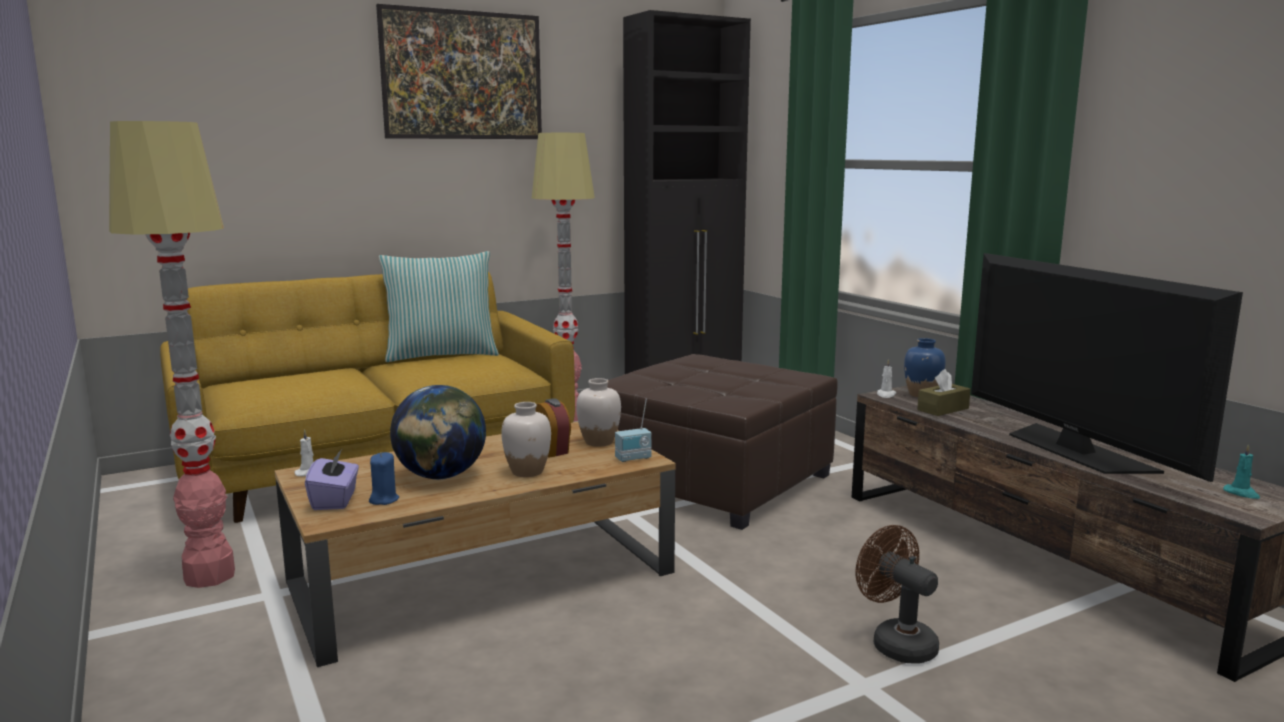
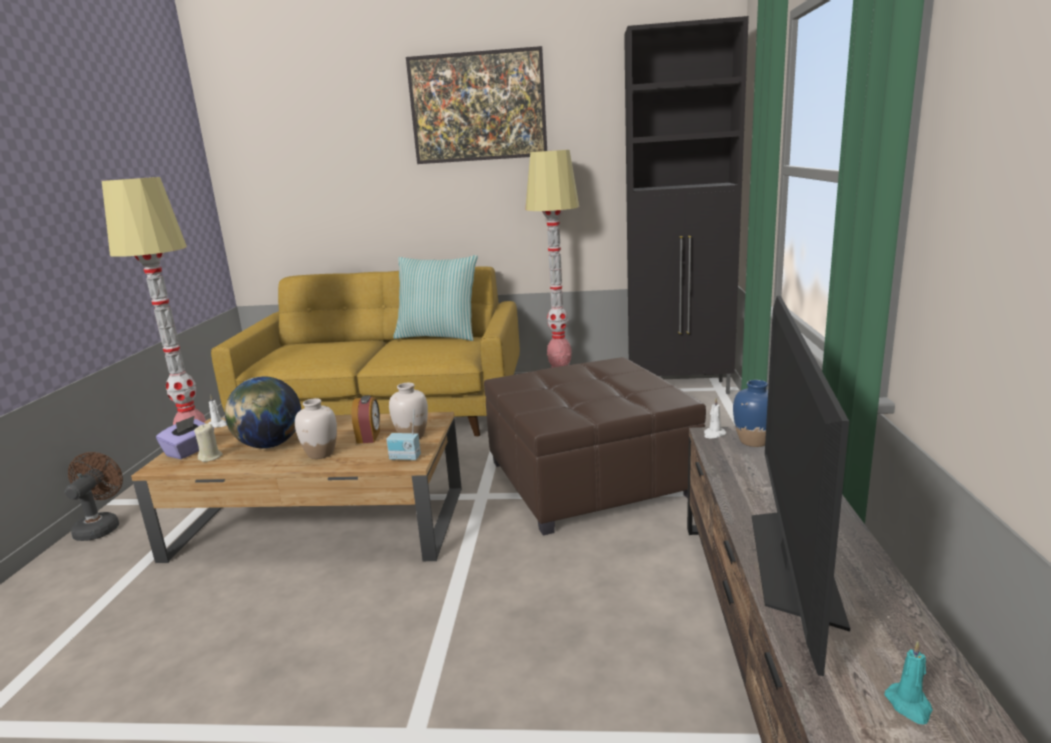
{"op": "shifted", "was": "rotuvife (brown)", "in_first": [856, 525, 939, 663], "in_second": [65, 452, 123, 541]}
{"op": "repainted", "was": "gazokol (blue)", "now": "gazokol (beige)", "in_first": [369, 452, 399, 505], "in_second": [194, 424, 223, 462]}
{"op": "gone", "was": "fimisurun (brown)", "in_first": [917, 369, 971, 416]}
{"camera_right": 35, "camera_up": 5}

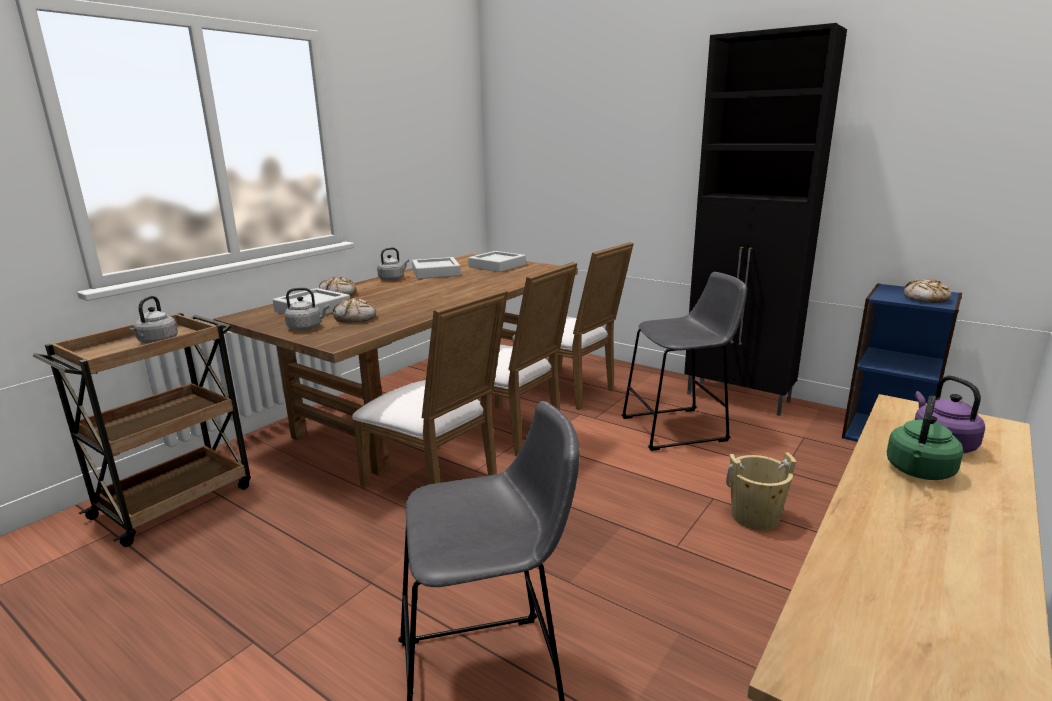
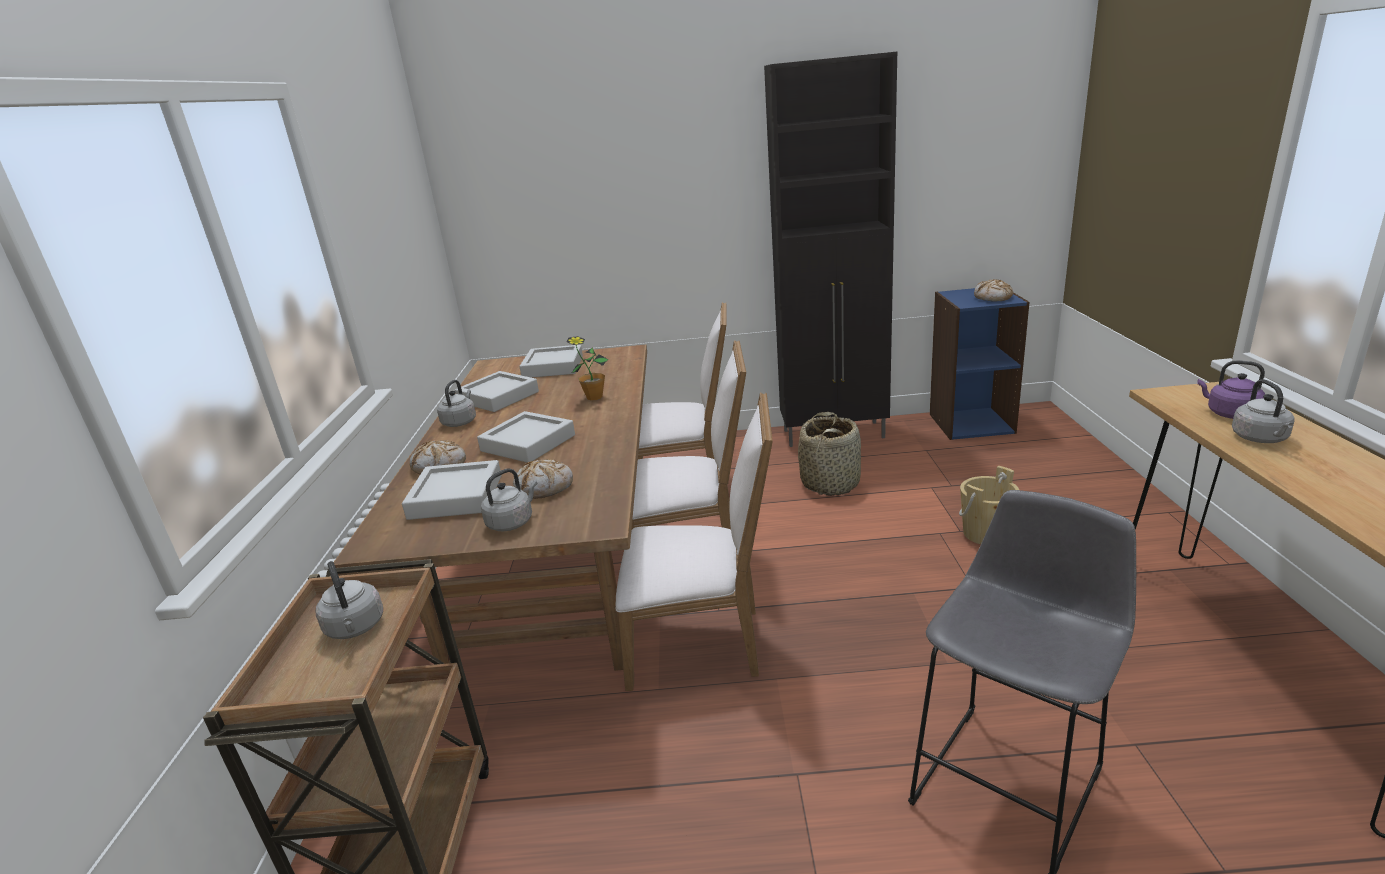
{"op": "new", "now": "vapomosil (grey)", "in_second": [477, 411, 575, 463]}
{"op": "new", "now": "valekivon", "in_second": [567, 336, 608, 401]}
{"op": "swapped", "was": "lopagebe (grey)", "now": "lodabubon", "in_first": [622, 272, 747, 451], "in_second": [798, 412, 861, 496]}
{"op": "repainted", "was": "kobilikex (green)", "now": "kobilikex (grey)", "in_first": [887, 396, 963, 480], "in_second": [1232, 379, 1295, 443]}
{"camera_right": -35, "camera_up": 5}

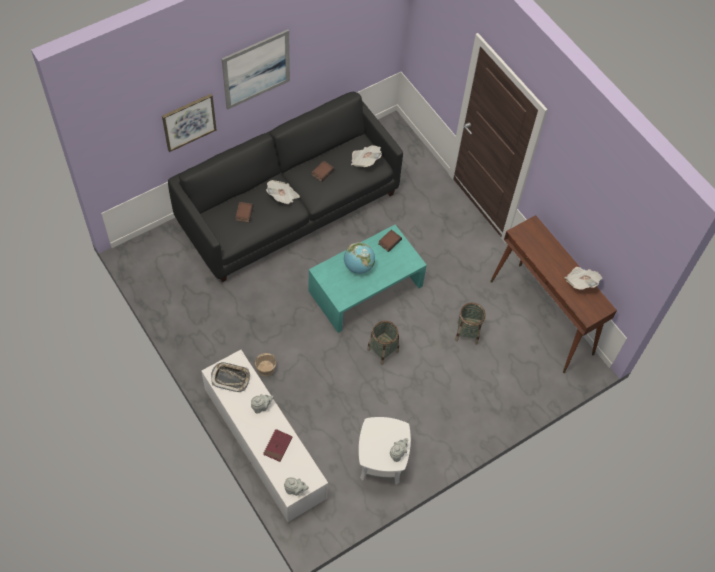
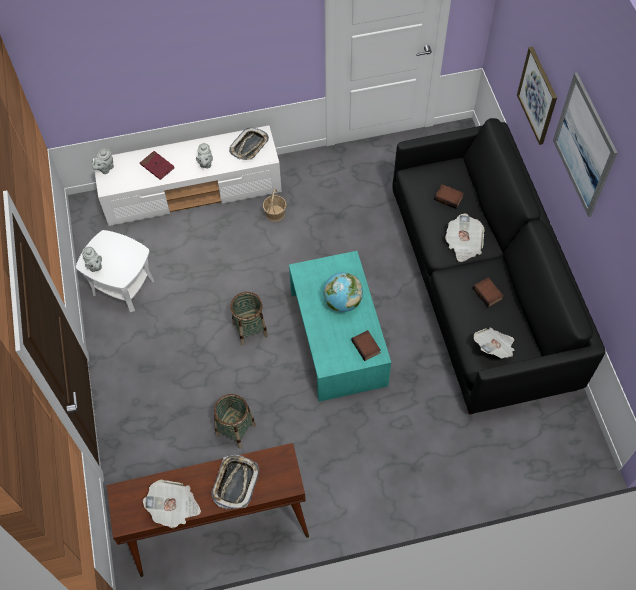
{"op": "new", "now": "vapomosil", "in_second": [211, 455, 259, 509]}
{"camera_right": 115, "camera_up": 0}

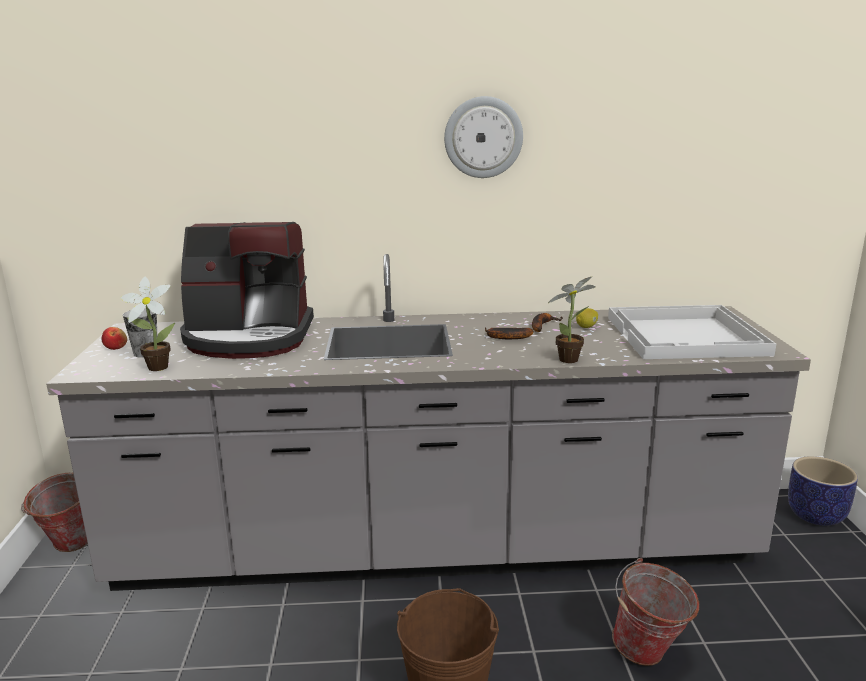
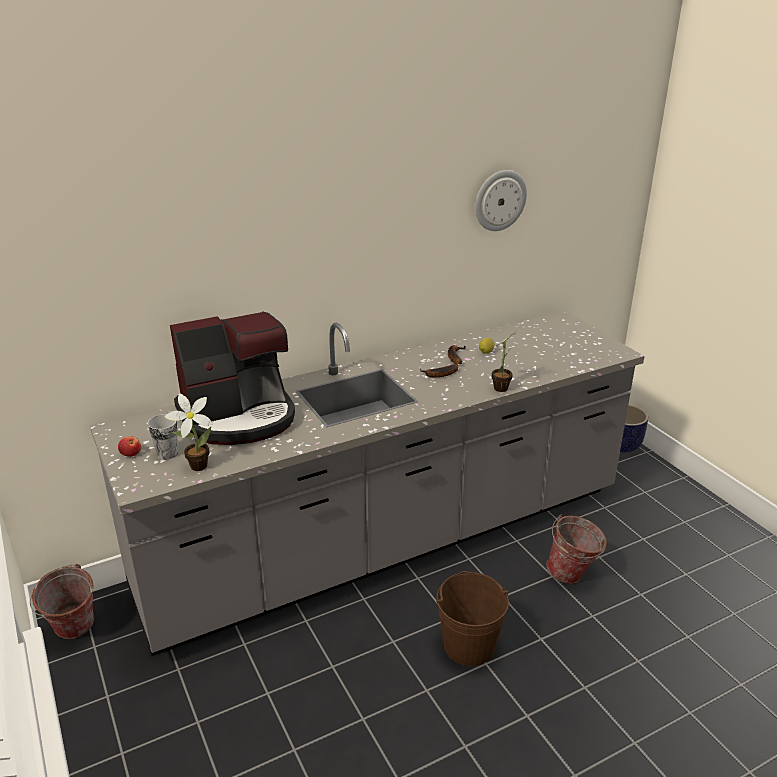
{"op": "shifted", "was": "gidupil", "in_first": [444, 96, 523, 178], "in_second": [475, 170, 527, 231]}
{"op": "gone", "was": "vapomosil (white)", "in_first": [608, 305, 776, 359]}
{"camera_right": -25, "camera_up": 10}

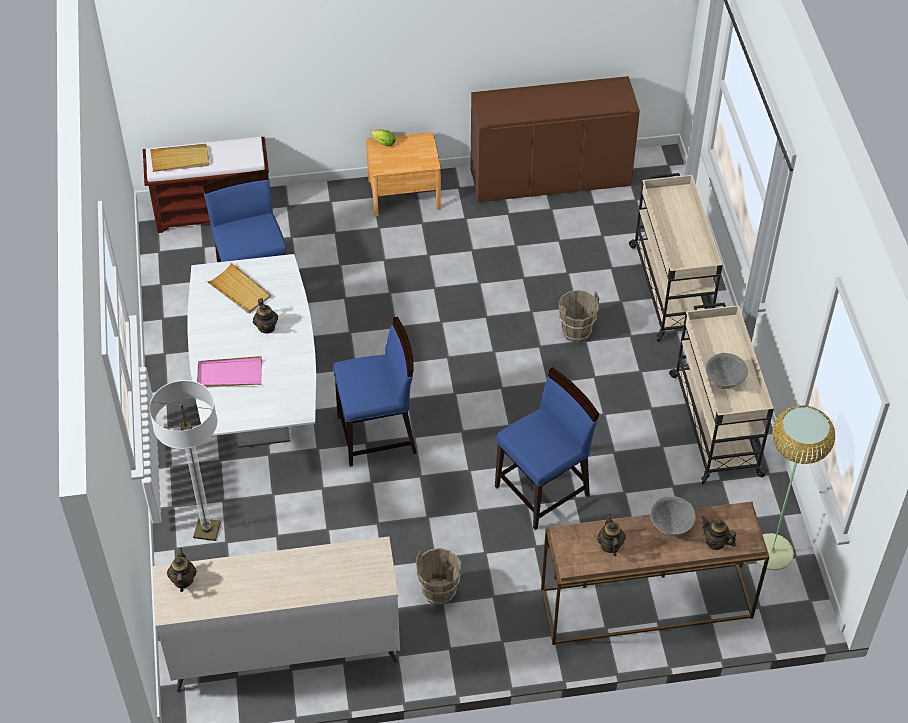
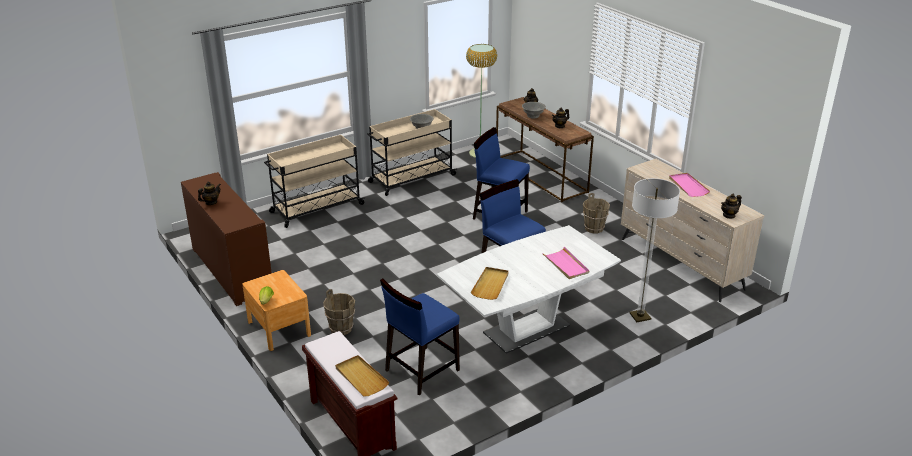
{"op": "shifted", "was": "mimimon", "in_first": [253, 298, 278, 334], "in_second": [198, 181, 221, 205]}
{"op": "shifted", "was": "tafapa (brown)", "in_first": [558, 290, 599, 343], "in_second": [323, 289, 355, 335]}
{"op": "new", "now": "vapomosil (pink)", "in_second": [669, 173, 710, 197]}
{"camera_right": -115, "camera_up": -20}

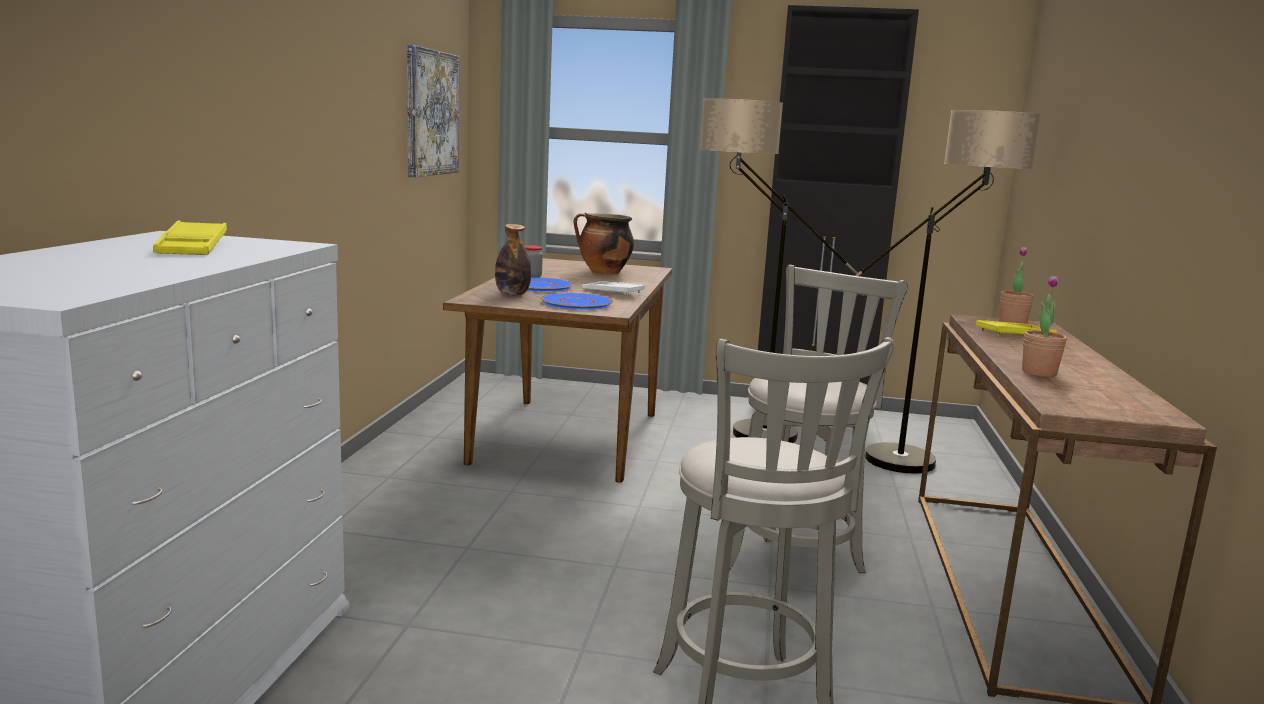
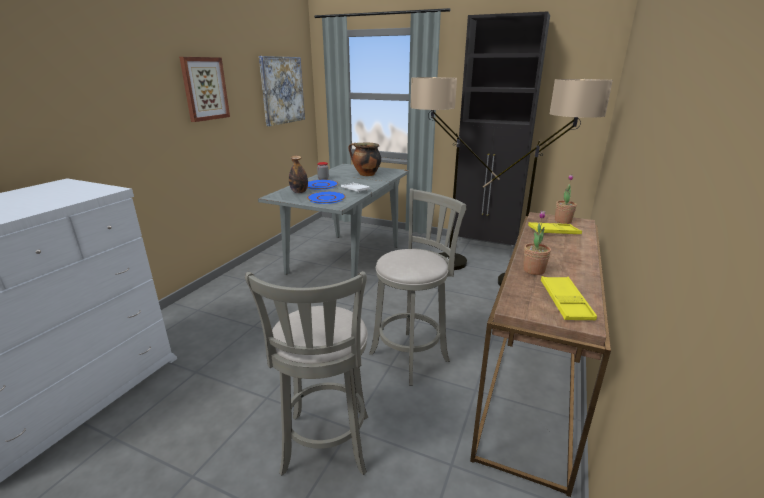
{"op": "new", "now": "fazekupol", "in_second": [179, 57, 230, 122]}
{"op": "repainted", "was": "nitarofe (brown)", "now": "nitarofe (grey)", "in_first": [443, 258, 672, 482], "in_second": [258, 164, 409, 278]}
{"op": "shifted", "was": "vapomosil (yellow)", "in_first": [153, 220, 227, 255], "in_second": [541, 276, 597, 320]}
{"camera_right": 15, "camera_up": 10}

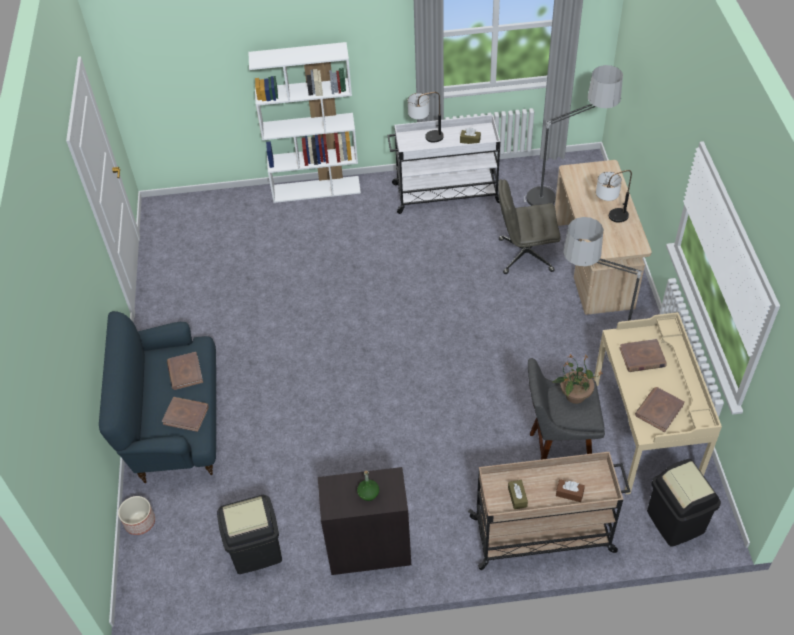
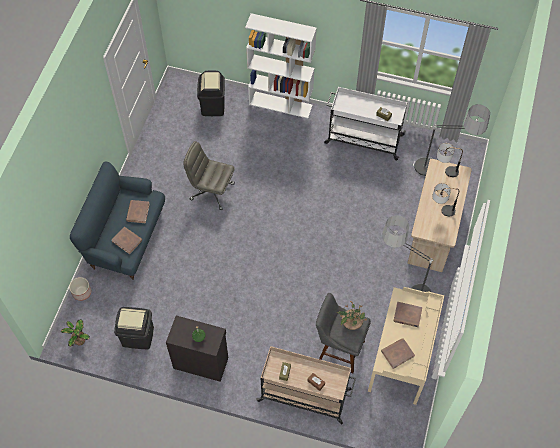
{"op": "new", "now": "valekivon", "in_second": [61, 319, 90, 347]}
{"op": "shifted", "was": "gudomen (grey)", "in_first": [498, 179, 561, 274], "in_second": [183, 141, 235, 210]}
{"op": "shifted", "was": "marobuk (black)", "in_first": [647, 459, 721, 547], "in_second": [197, 70, 225, 116]}
{"op": "shifted", "was": "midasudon", "in_first": [408, 92, 444, 143], "in_second": [437, 143, 463, 177]}
{"camera_right": 20, "camera_up": 10}

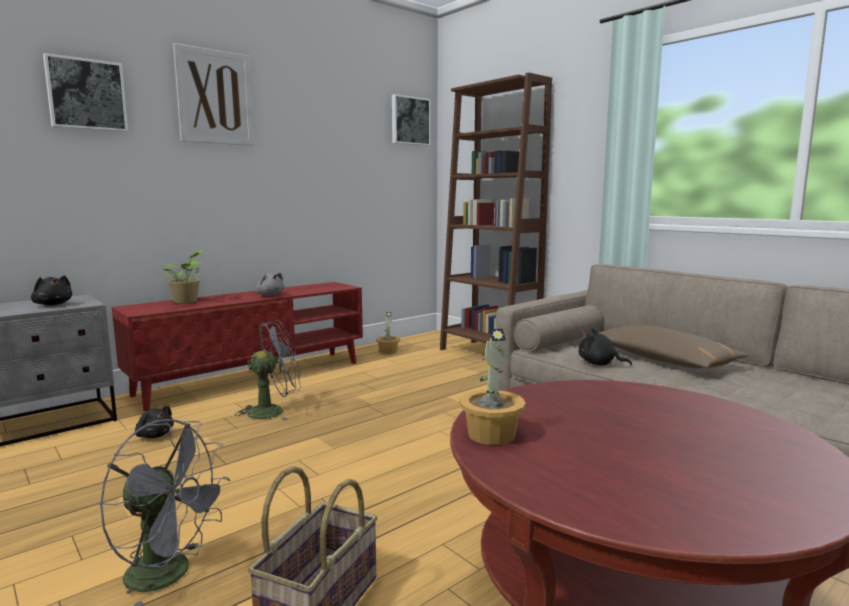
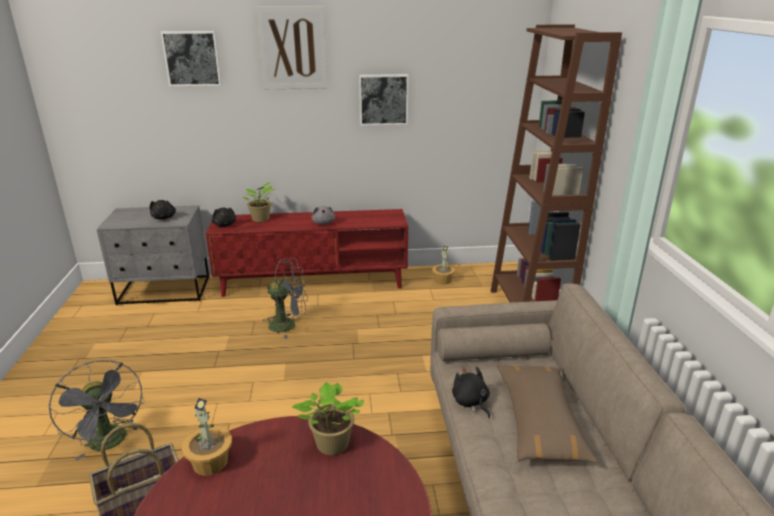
{"op": "shifted", "was": "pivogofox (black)", "in_first": [135, 406, 174, 438], "in_second": [212, 208, 236, 227]}
{"op": "new", "now": "valekivon", "in_second": [292, 382, 364, 455]}
{"op": "shifted", "was": "fazekupol", "in_first": [392, 94, 431, 146], "in_second": [359, 74, 409, 126]}
{"camera_right": 35, "camera_up": 15}

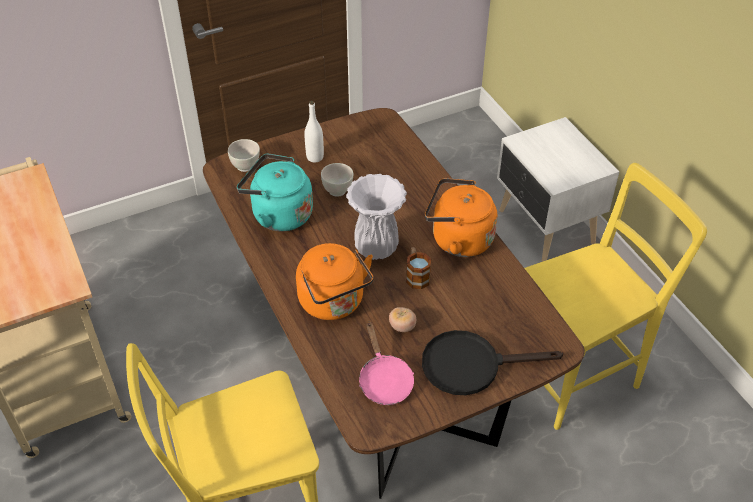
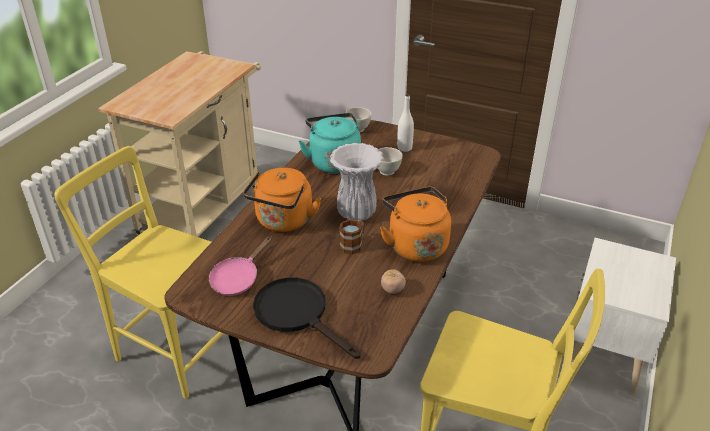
{"op": "shifted", "was": "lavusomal", "in_first": [389, 307, 416, 332], "in_second": [381, 269, 406, 294]}
{"camera_right": 50, "camera_up": -10}

